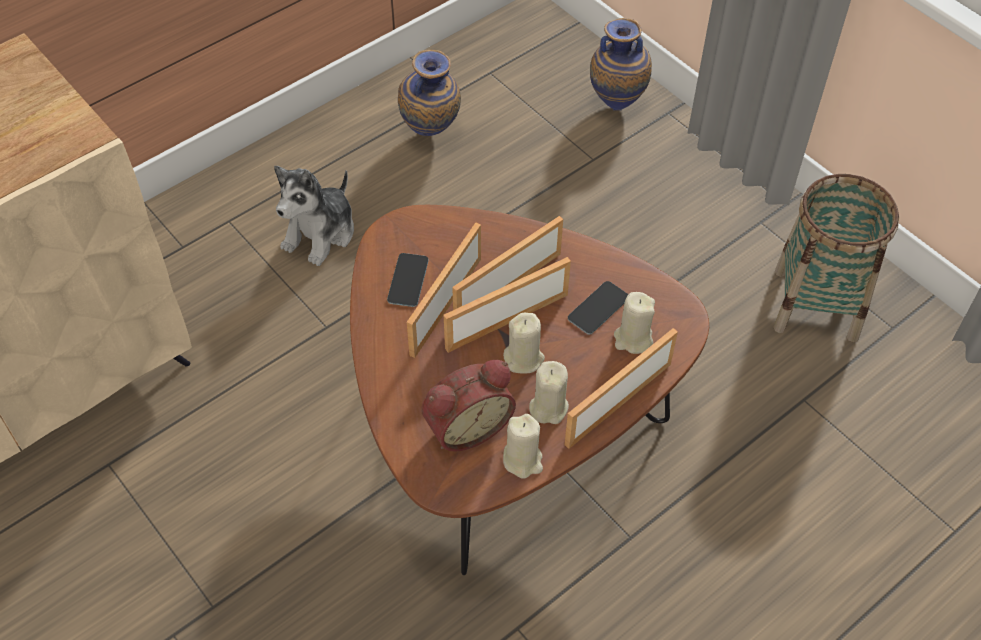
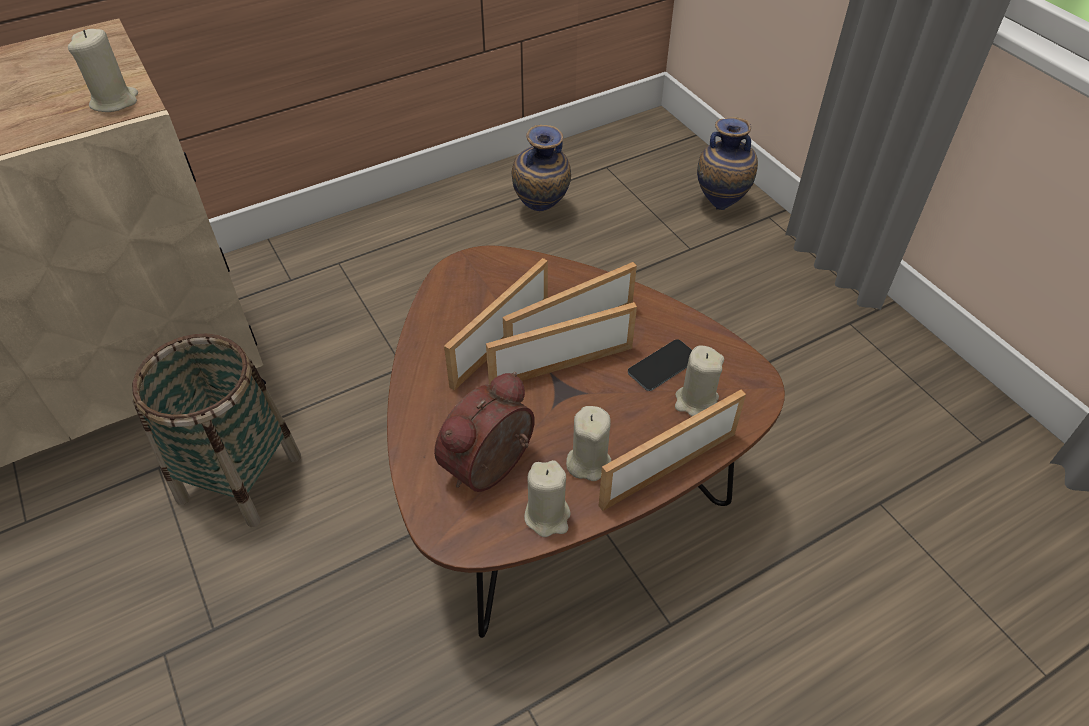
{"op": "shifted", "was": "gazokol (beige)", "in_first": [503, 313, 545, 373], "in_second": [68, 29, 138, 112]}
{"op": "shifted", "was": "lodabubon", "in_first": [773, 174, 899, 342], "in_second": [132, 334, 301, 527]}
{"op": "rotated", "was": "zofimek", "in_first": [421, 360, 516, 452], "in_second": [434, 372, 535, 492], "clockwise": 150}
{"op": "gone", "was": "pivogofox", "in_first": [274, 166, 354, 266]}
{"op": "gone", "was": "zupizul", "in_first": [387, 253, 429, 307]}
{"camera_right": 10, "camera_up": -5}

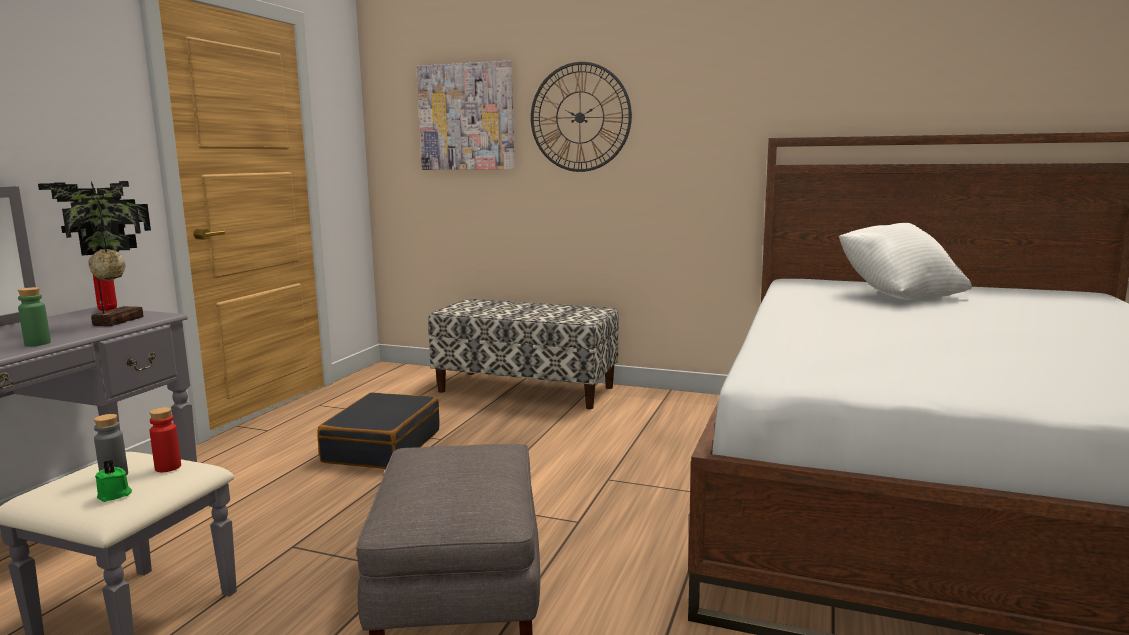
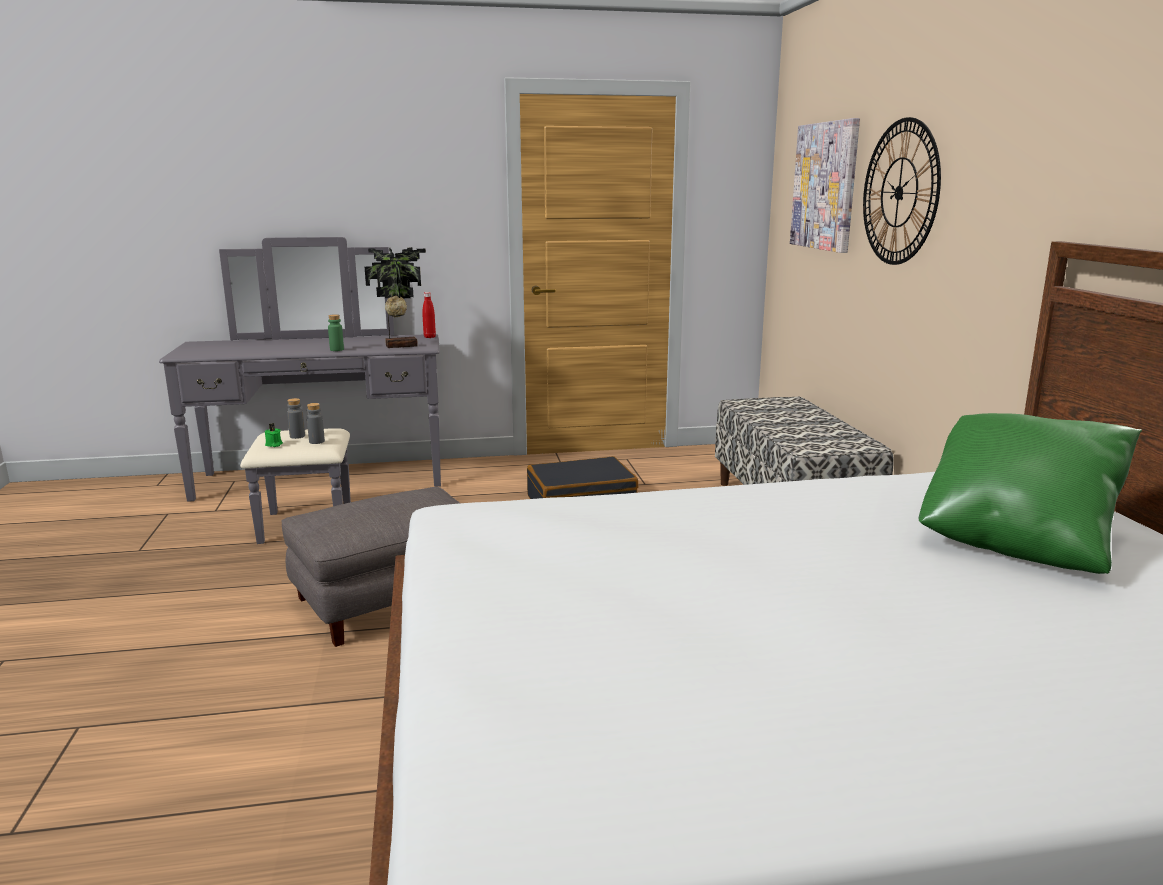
{"op": "repainted", "was": "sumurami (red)", "now": "sumurami (grey)", "in_first": [149, 407, 181, 472], "in_second": [307, 403, 325, 444]}
{"op": "repainted", "was": "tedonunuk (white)", "now": "tedonunuk (green)", "in_first": [839, 223, 972, 300], "in_second": [919, 413, 1142, 574]}
{"camera_right": 60, "camera_up": 5}

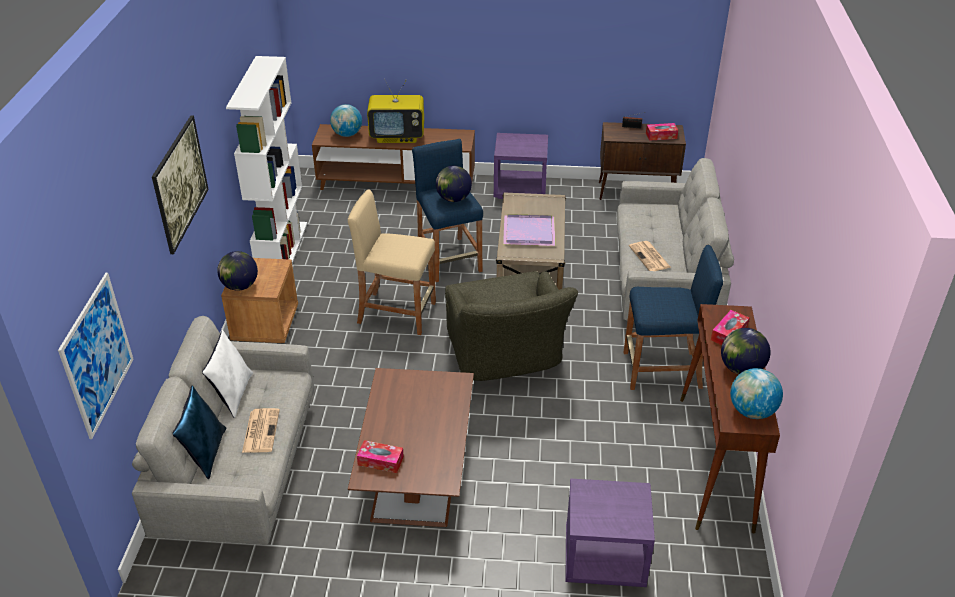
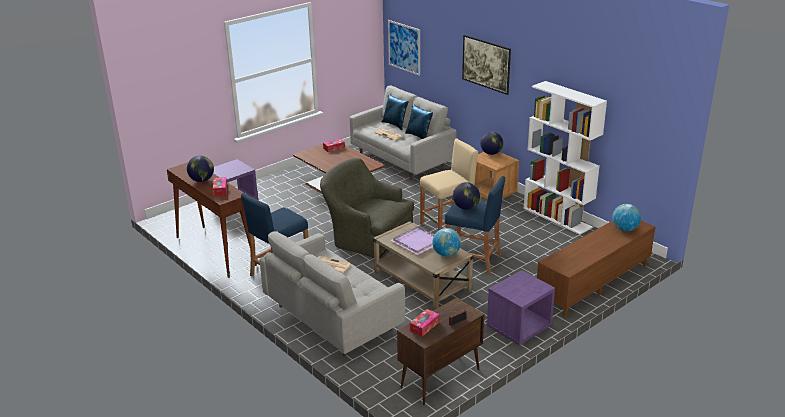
{"op": "repainted", "was": "tedonunuk (white)", "now": "tedonunuk (blue)", "in_first": [202, 330, 253, 418], "in_second": [405, 104, 433, 139]}
{"op": "shifted", "was": "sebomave", "in_first": [730, 368, 783, 419], "in_second": [432, 228, 461, 257]}
{"op": "gone", "was": "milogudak", "in_first": [367, 79, 424, 143]}
{"camera_right": 135, "camera_up": -10}

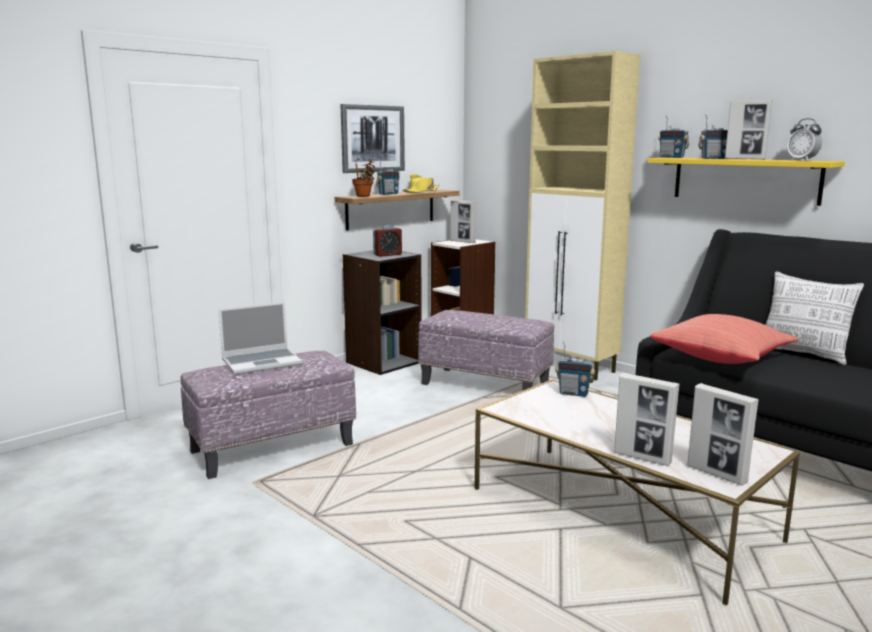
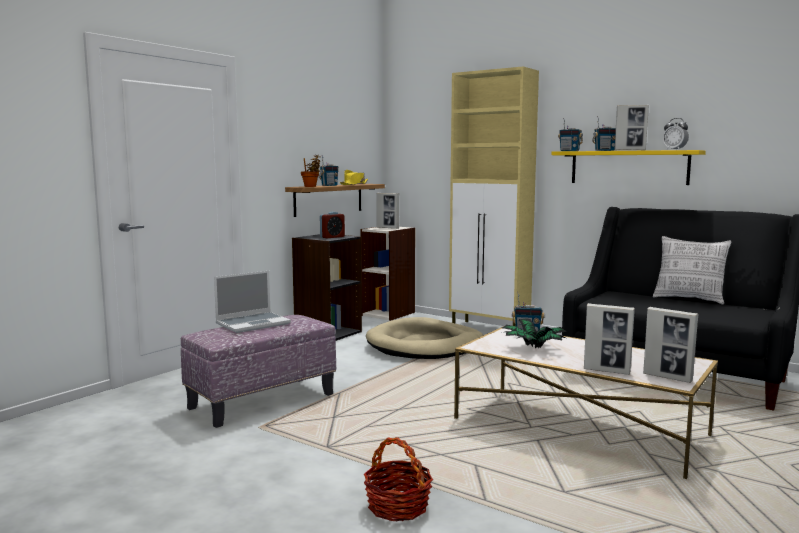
{"op": "new", "now": "lodabubon", "in_second": [364, 437, 433, 521]}
{"op": "swapped", "was": "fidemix", "now": "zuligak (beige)", "in_first": [418, 310, 554, 391], "in_second": [366, 317, 483, 359]}
{"op": "new", "now": "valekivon", "in_second": [502, 318, 567, 349]}
{"op": "gone", "was": "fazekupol", "in_first": [341, 104, 405, 173]}
{"op": "gone", "was": "tedonunuk (red)", "in_first": [650, 314, 799, 364]}
{"camera_right": -10, "camera_up": -5}

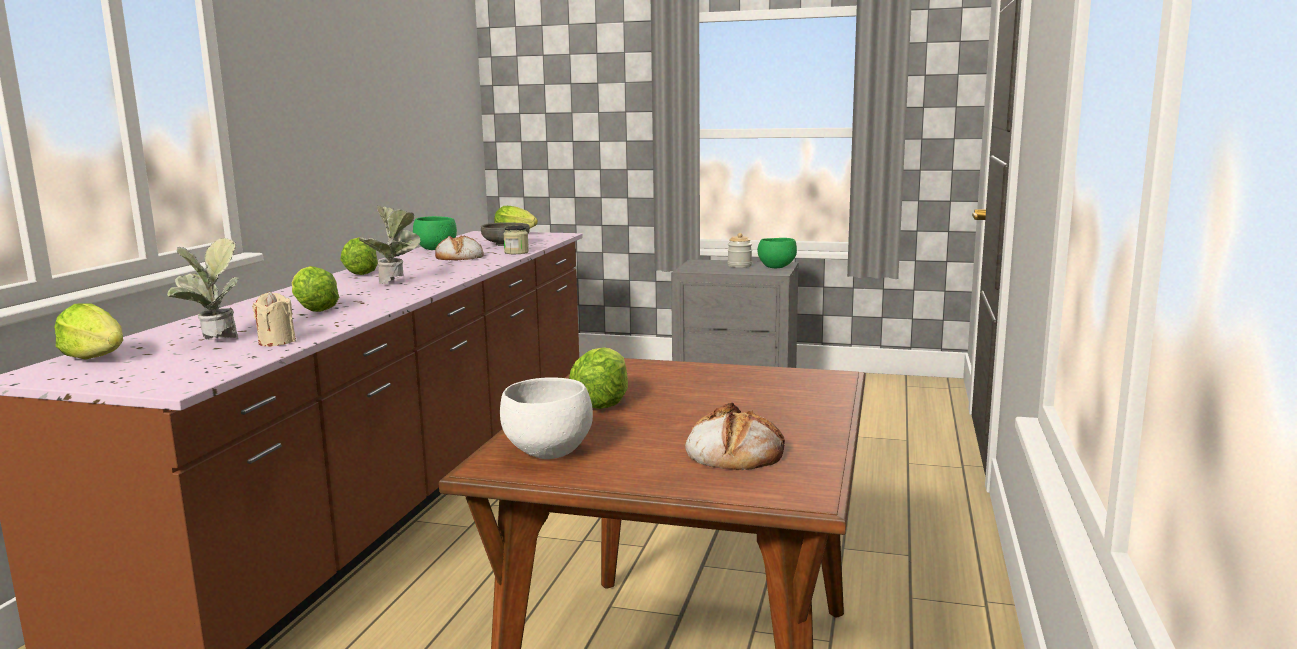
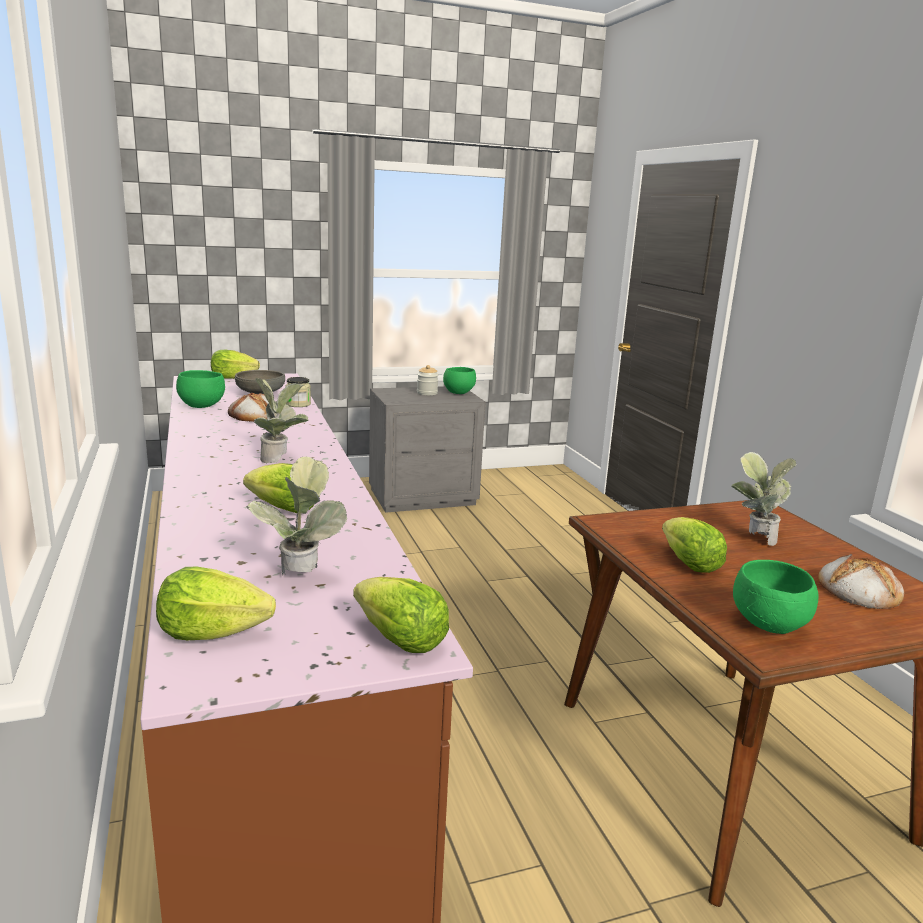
{"op": "shifted", "was": "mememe", "in_first": [340, 237, 378, 275], "in_second": [353, 577, 449, 653]}
{"op": "new", "now": "valekivon", "in_second": [731, 452, 797, 546]}
{"op": "repainted", "was": "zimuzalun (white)", "now": "zimuzalun (green)", "in_first": [500, 377, 593, 459], "in_second": [733, 560, 818, 634]}
{"op": "gone", "was": "gazokol (beige)", "in_first": [252, 292, 296, 346]}
{"camera_right": -35, "camera_up": 5}

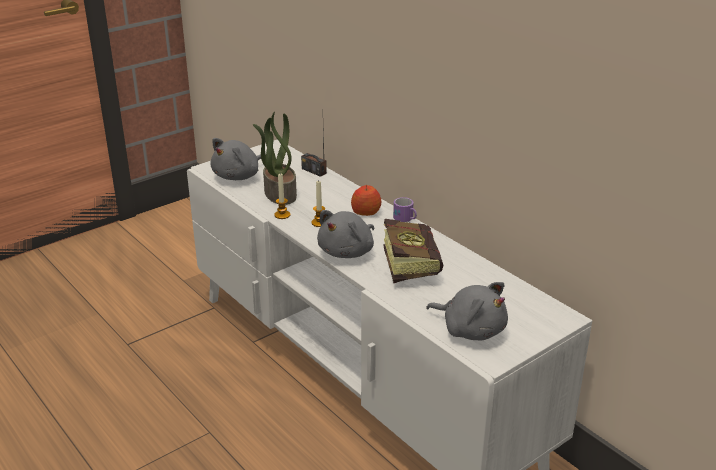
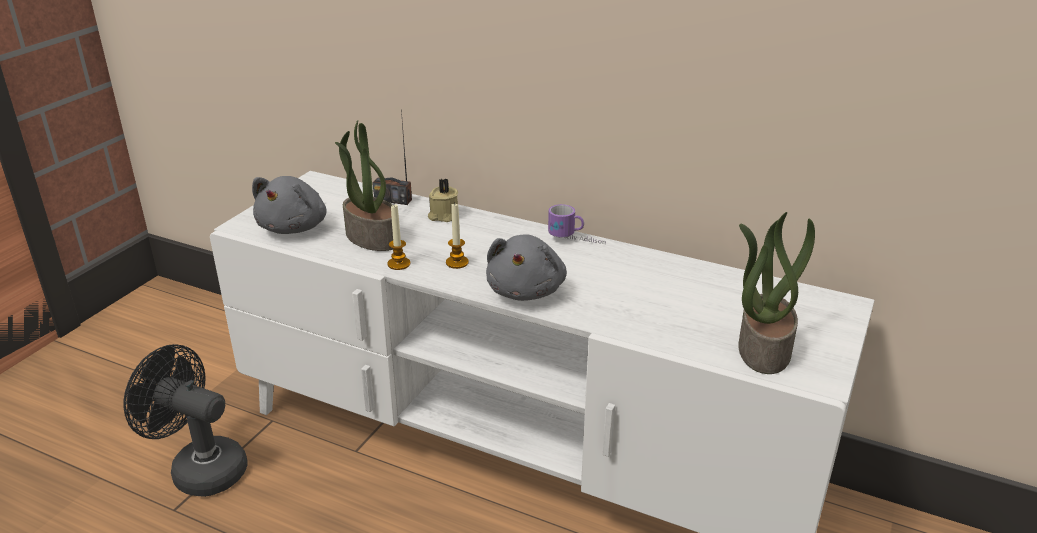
{"op": "new", "now": "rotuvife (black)", "in_second": [124, 344, 248, 497]}
{"op": "new", "now": "gazokol (beige)", "in_second": [428, 178, 458, 222]}
{"op": "swapped", "was": "pivogofox (grey)", "now": "valekivon", "in_first": [426, 282, 508, 340], "in_second": [738, 212, 815, 374]}
{"op": "gone", "was": "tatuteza", "in_first": [351, 185, 381, 216]}
{"op": "gone", "was": "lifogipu", "in_first": [383, 219, 443, 283]}
{"camera_right": -25, "camera_up": 0}

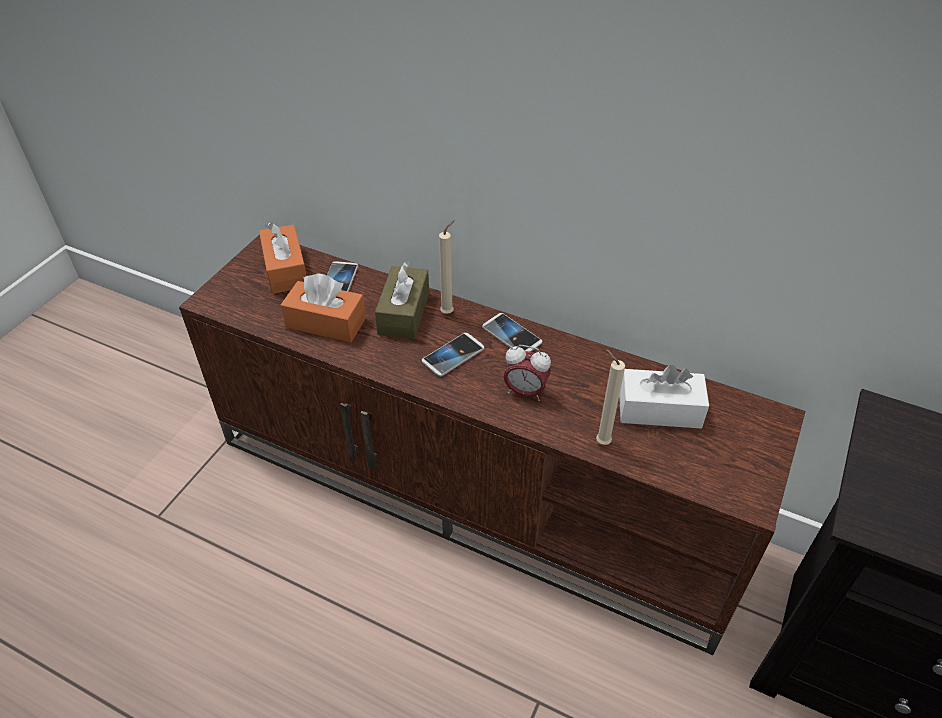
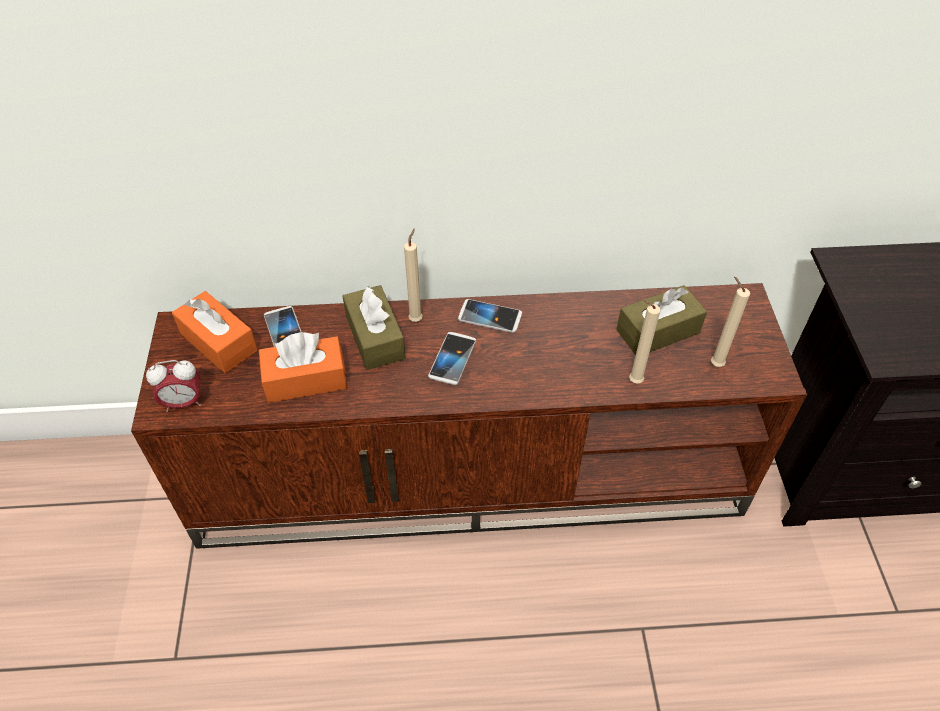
{"op": "shifted", "was": "zofimek", "in_first": [504, 345, 551, 401], "in_second": [146, 360, 201, 412]}
{"op": "repainted", "was": "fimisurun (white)", "now": "fimisurun (brown)", "in_first": [619, 365, 709, 428], "in_second": [616, 285, 707, 355]}
{"op": "new", "now": "gazokol (beige)", "in_second": [711, 277, 750, 367]}
{"camera_right": -30, "camera_up": 5}

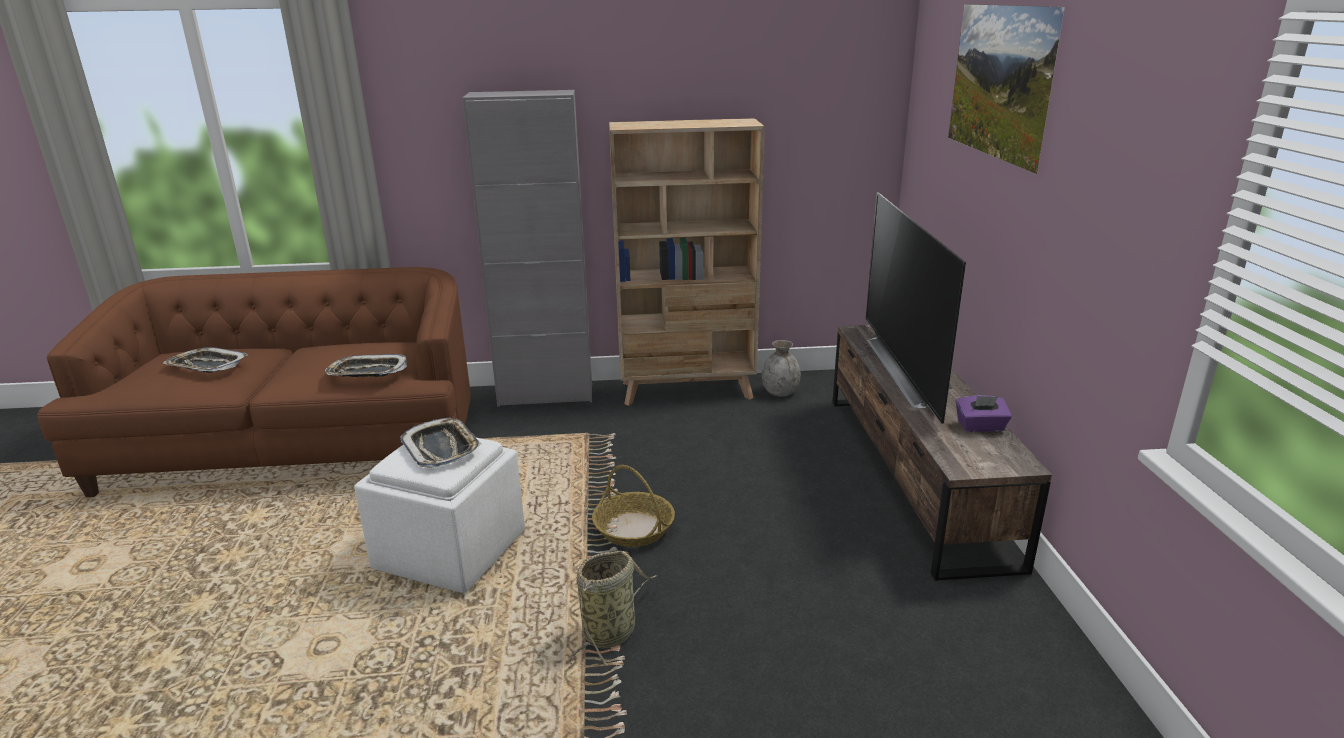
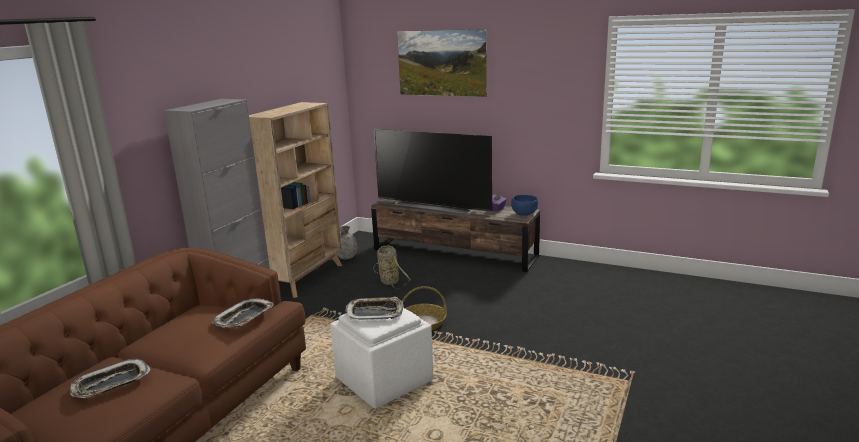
{"op": "shifted", "was": "lodabubon", "in_first": [569, 551, 657, 667], "in_second": [373, 245, 411, 288]}
{"op": "new", "now": "zimuzalun (blue)", "in_second": [511, 195, 538, 215]}
{"camera_right": -60, "camera_up": -5}

